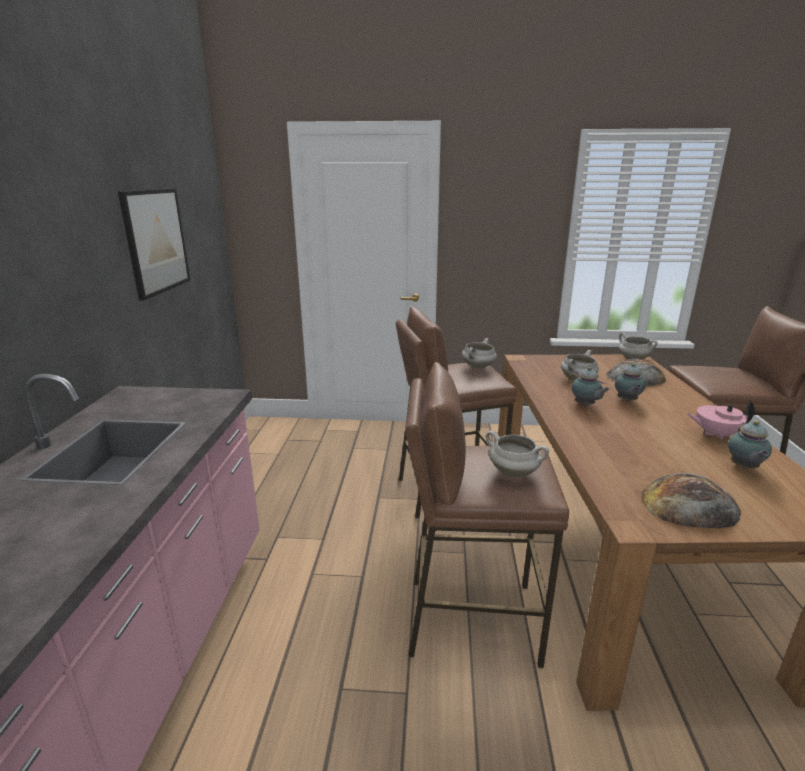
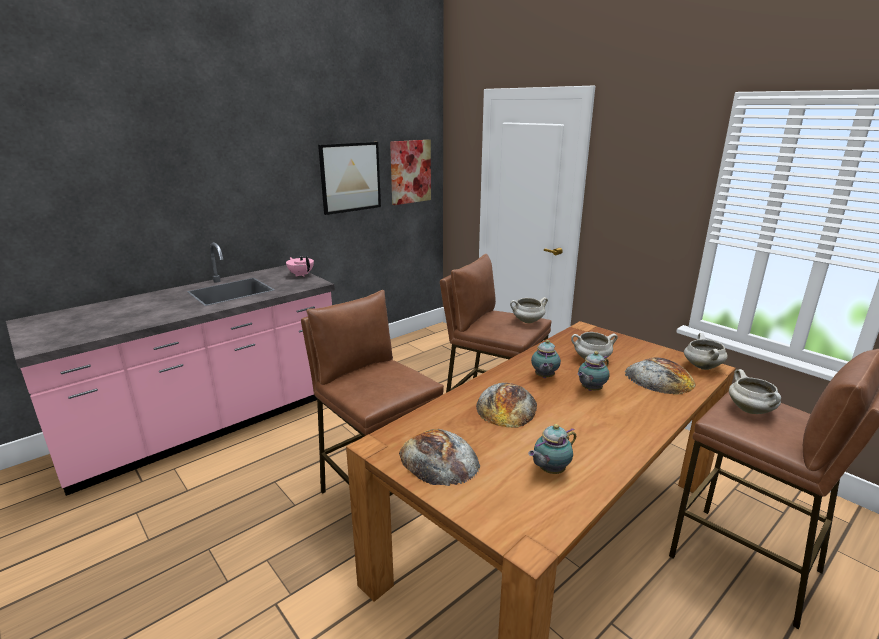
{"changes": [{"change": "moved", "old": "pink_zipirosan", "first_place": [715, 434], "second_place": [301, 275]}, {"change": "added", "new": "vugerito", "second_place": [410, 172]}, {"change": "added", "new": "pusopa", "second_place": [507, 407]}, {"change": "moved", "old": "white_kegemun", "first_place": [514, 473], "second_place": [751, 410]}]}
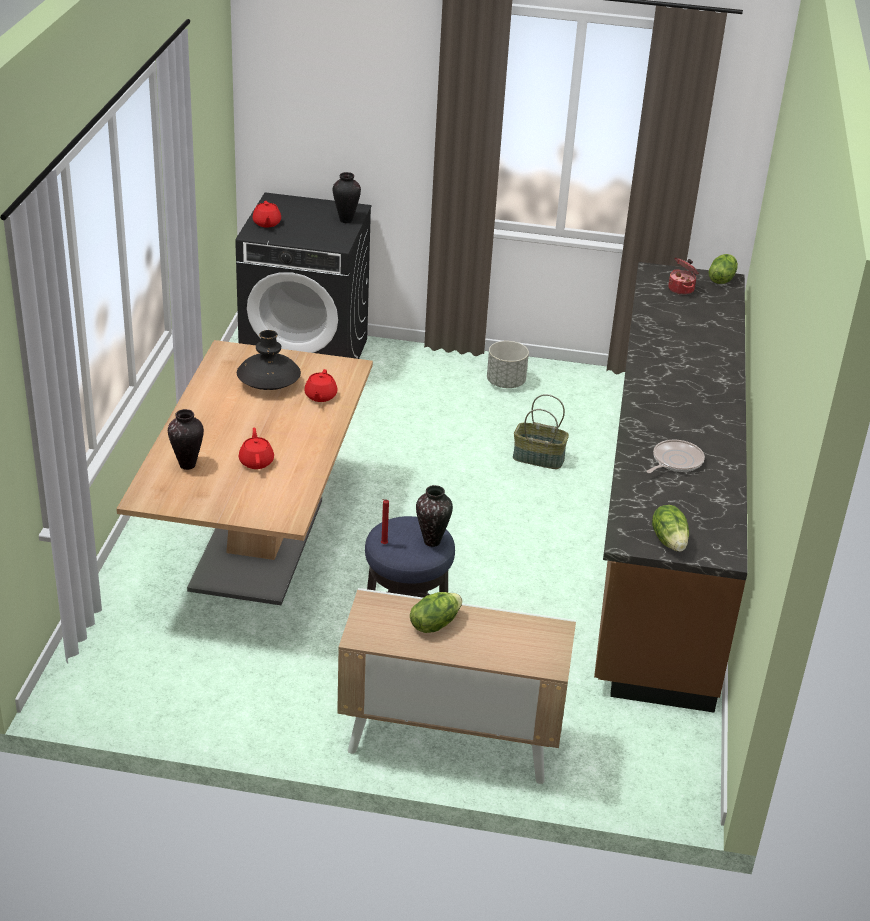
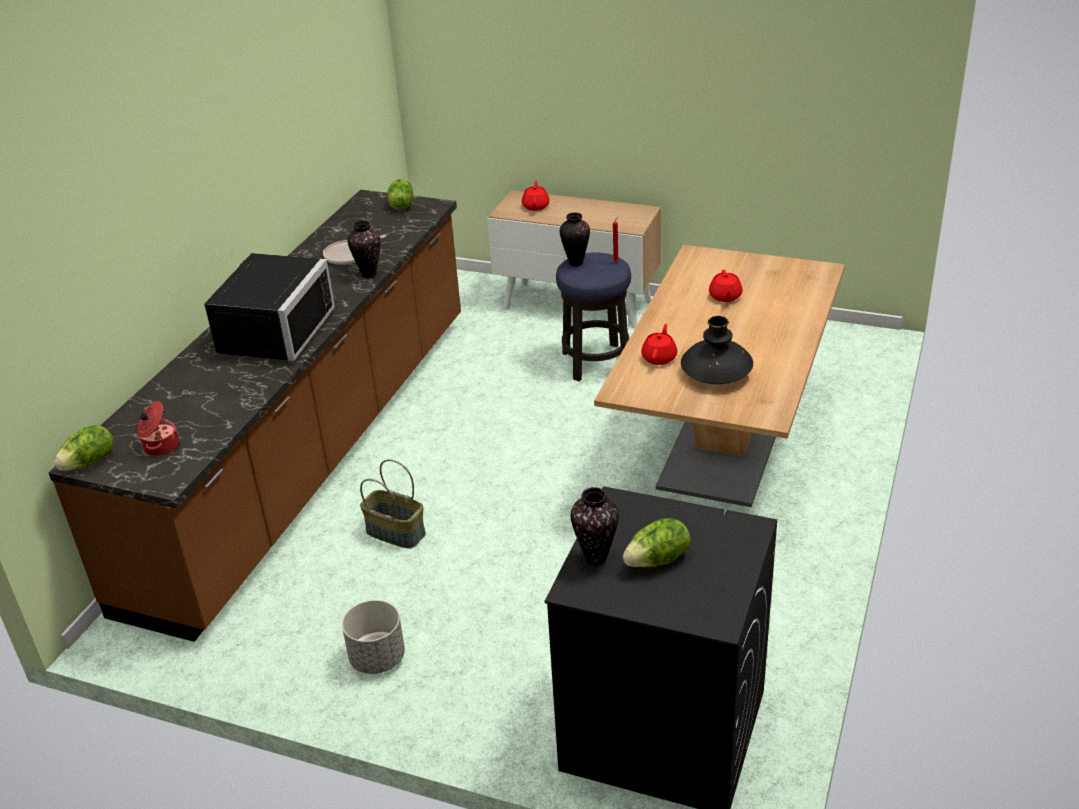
{"changes": [{"change": "added", "new": "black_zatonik", "second_place": [269, 332]}, {"change": "moved", "old": "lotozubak", "first_place": [187, 465], "second_place": [369, 274]}, {"change": "moved", "old": "red_zipirosan", "first_place": [266, 223], "second_place": [536, 206]}, {"change": "moved", "old": "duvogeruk", "first_place": [434, 624], "second_place": [658, 560]}]}
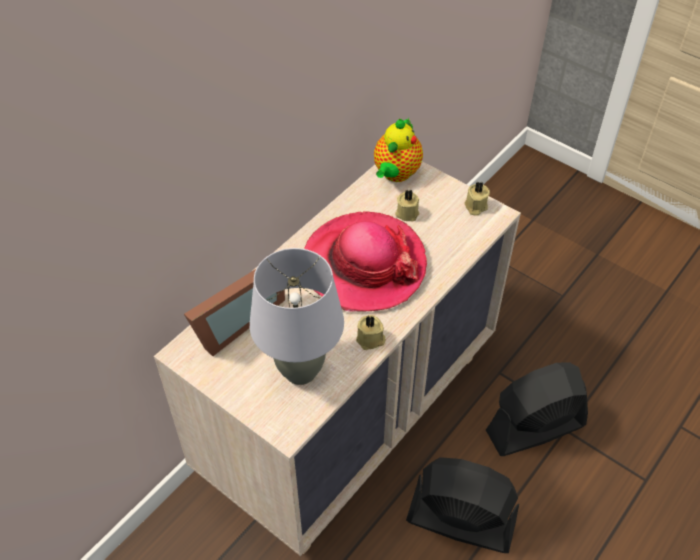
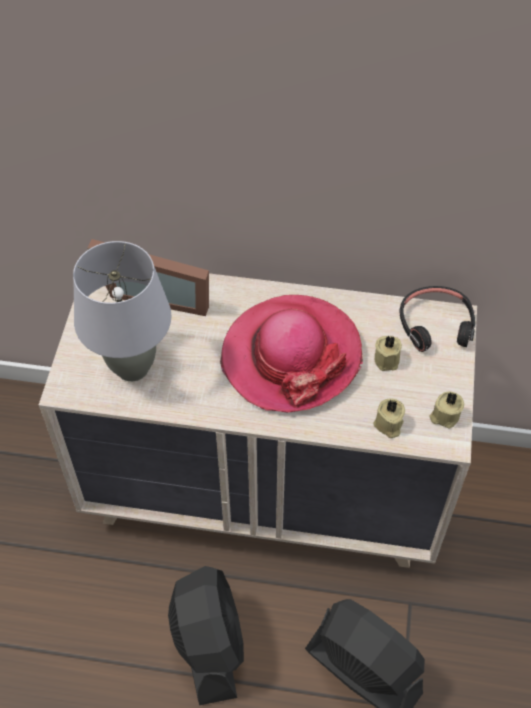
{"changes": [{"change": "moved", "old": "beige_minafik", "first_place": [371, 340], "second_place": [388, 425]}, {"change": "replaced", "old": "zipirosan", "new": "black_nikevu", "first_place": [395, 174], "second_place": [435, 324]}]}
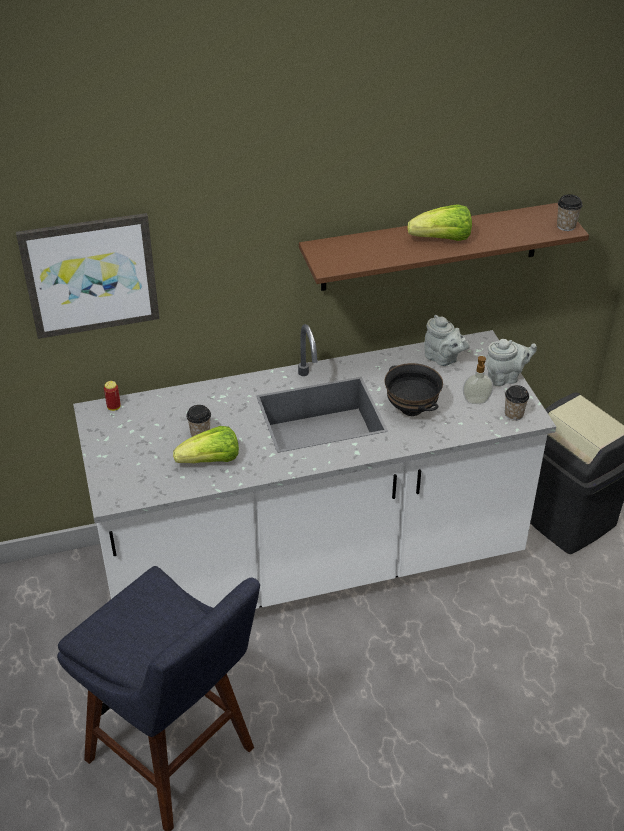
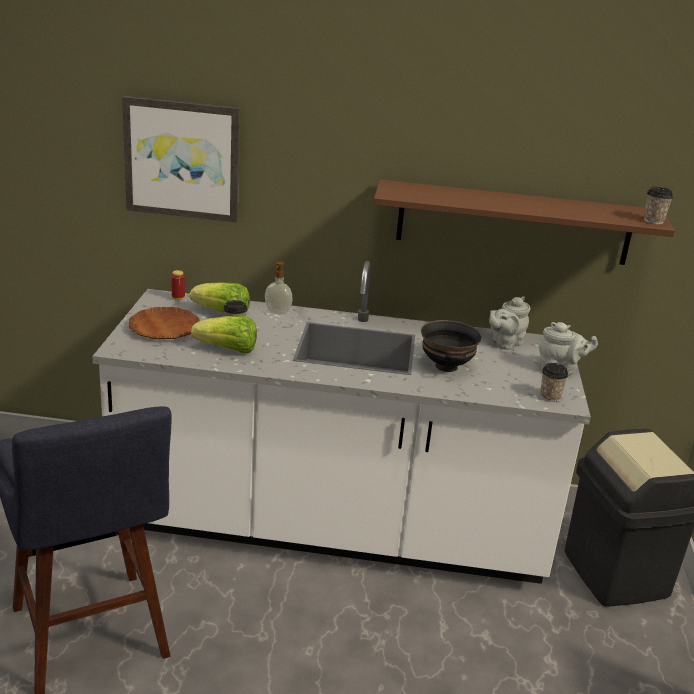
{"changes": [{"change": "added", "new": "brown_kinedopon", "second_place": [164, 328]}, {"change": "moved", "old": "duvogeruk", "first_place": [442, 240], "second_place": [222, 314]}, {"change": "moved", "old": "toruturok", "first_place": [476, 401], "second_place": [277, 312]}, {"change": "turned", "old": "grey_zipirosan", "first_place": [443, 359], "second_place": [505, 343], "degrees": 75}]}
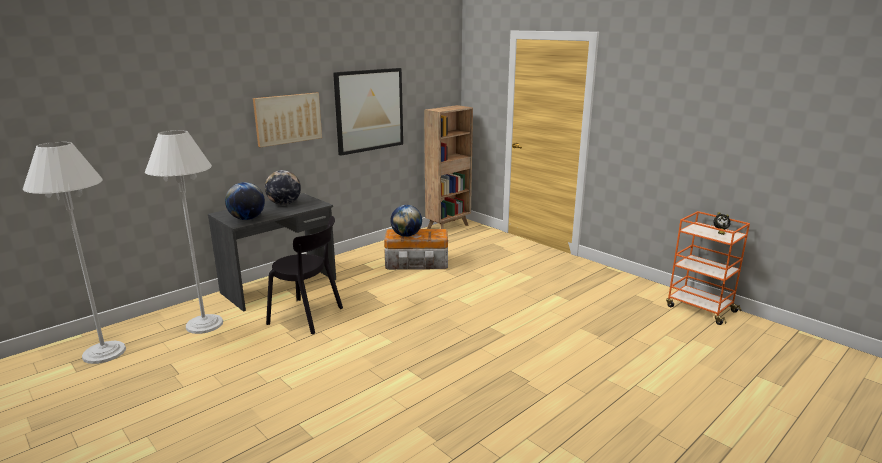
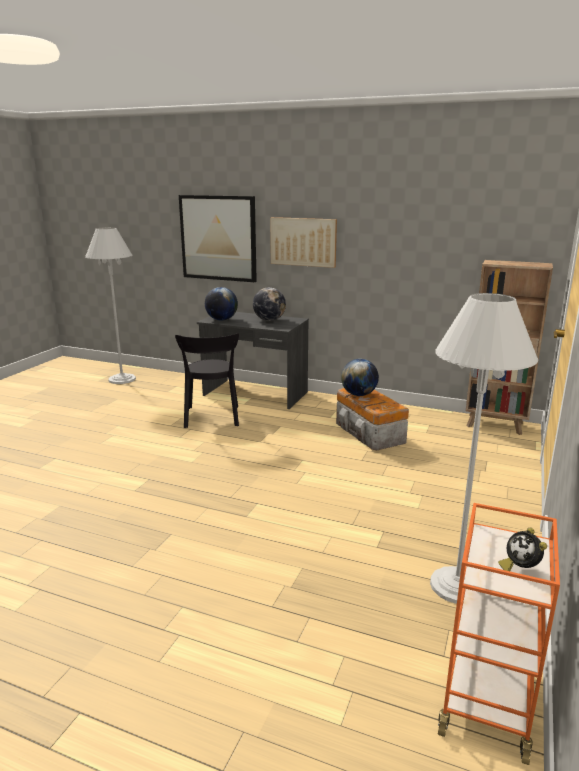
{"changes": [{"change": "moved", "old": "vugerito", "first_place": [369, 110], "second_place": [218, 238]}, {"change": "moved", "old": "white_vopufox", "first_place": [204, 324], "second_place": [456, 585]}]}
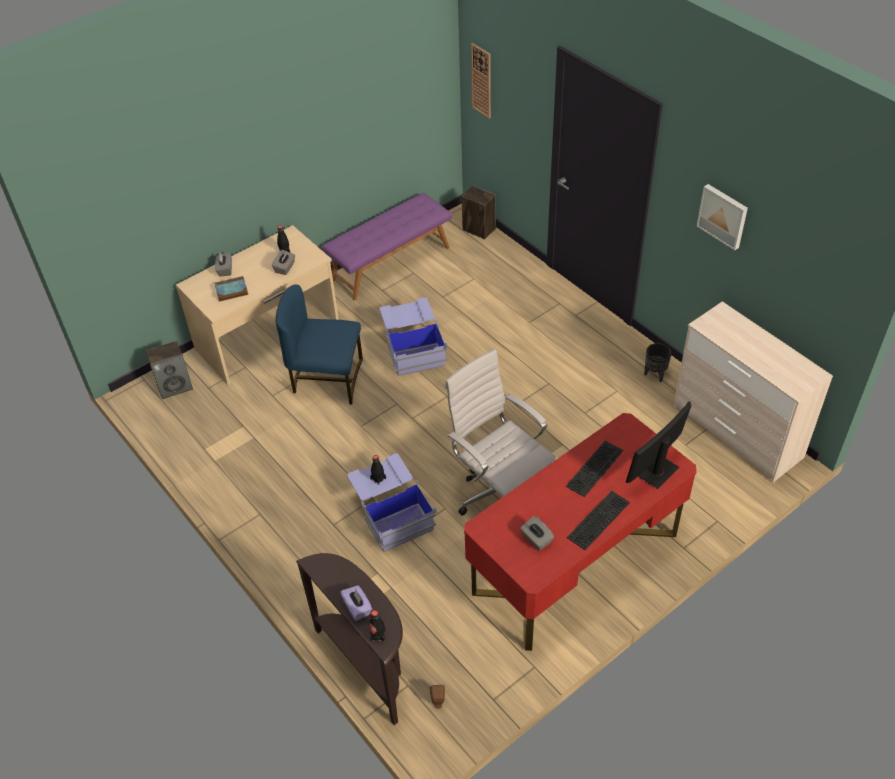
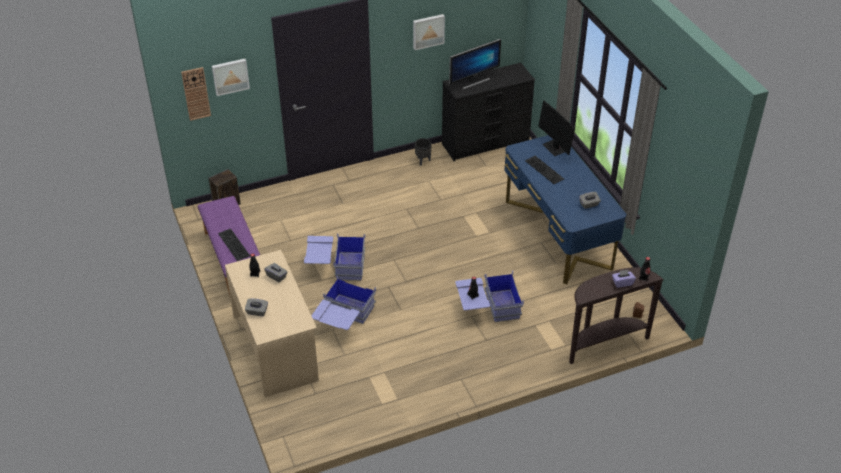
{"changes": [{"change": "added", "new": "vugerito", "second_place": [230, 76]}, {"change": "moved", "old": "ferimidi", "first_place": [597, 518], "second_place": [232, 244]}, {"change": "replaced", "old": "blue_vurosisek", "new": "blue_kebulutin", "first_place": [327, 379], "second_place": [343, 320]}, {"change": "recoloured", "old": "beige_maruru", "new": "black_maruru", "first_place": [736, 432], "second_place": [485, 143]}, {"change": "added", "new": "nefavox", "second_place": [473, 81]}, {"change": "recoloured", "old": "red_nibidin", "new": "blue_nibidin", "first_place": [575, 562], "second_place": [557, 234]}, {"change": "removed", "old": "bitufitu", "first_place": [175, 386]}, {"change": "removed", "old": "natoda", "first_place": [231, 291]}, {"change": "removed", "old": "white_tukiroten", "first_place": [500, 495]}]}
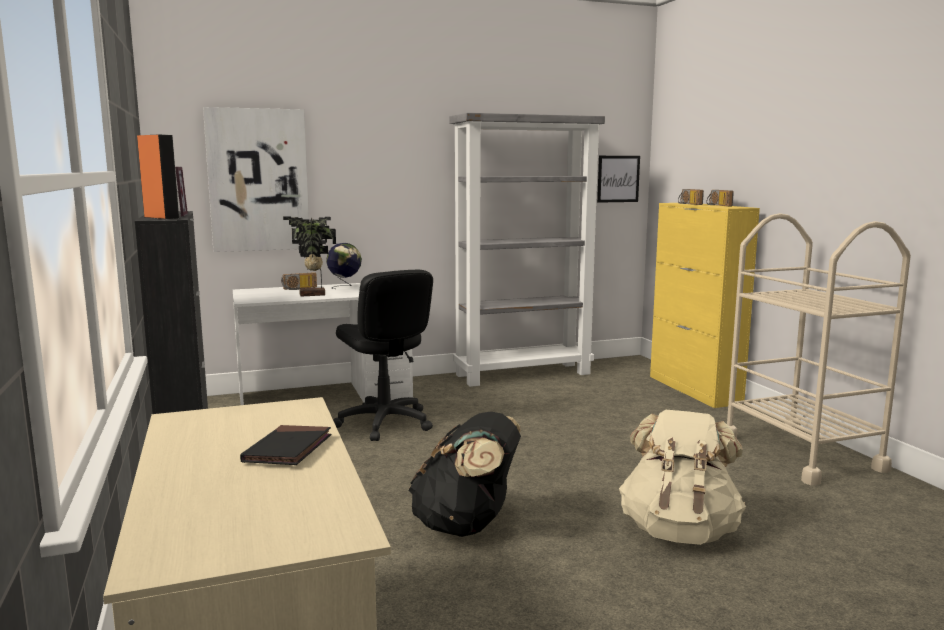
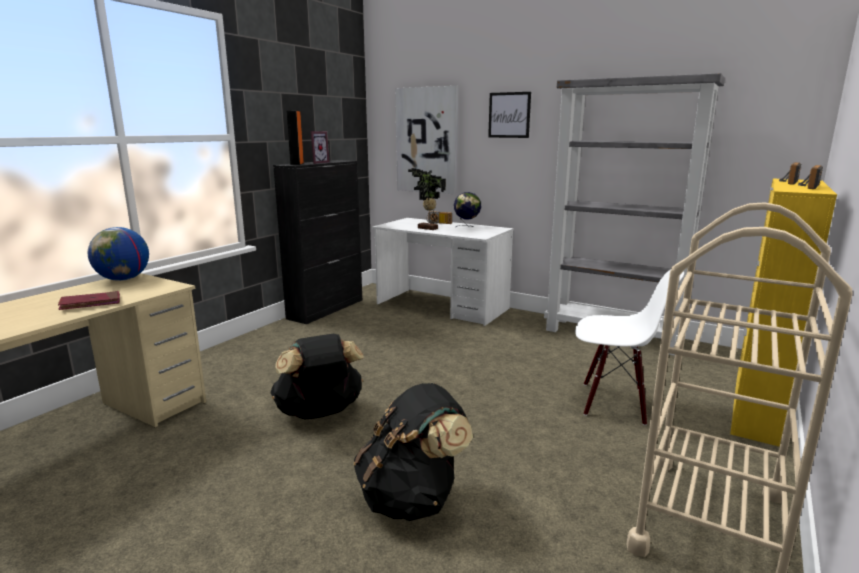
{"changes": [{"change": "recoloured", "old": "black_natoda", "new": "red_natoda", "first_place": [288, 450], "second_place": [90, 303]}, {"change": "added", "new": "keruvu", "second_place": [123, 279]}, {"change": "recoloured", "old": "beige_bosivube", "new": "black_bosivube", "first_place": [679, 531], "second_place": [412, 499]}, {"change": "moved", "old": "vugerito", "first_place": [618, 179], "second_place": [509, 115]}, {"change": "added", "new": "white_vurosisek", "second_place": [614, 402]}, {"change": "removed", "old": "black_tukiroten", "first_place": [384, 423]}]}
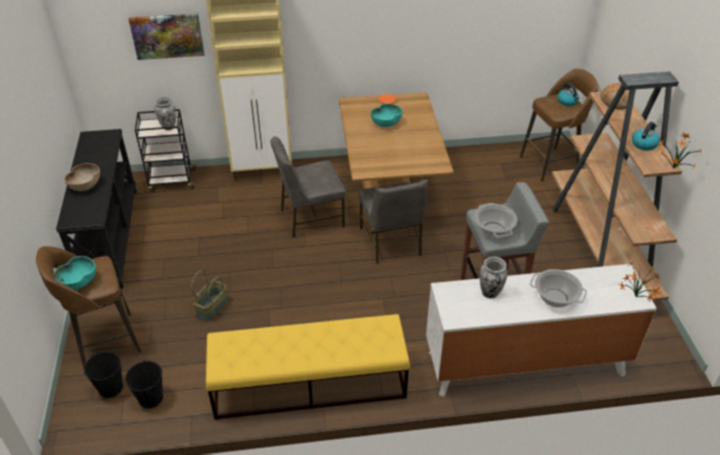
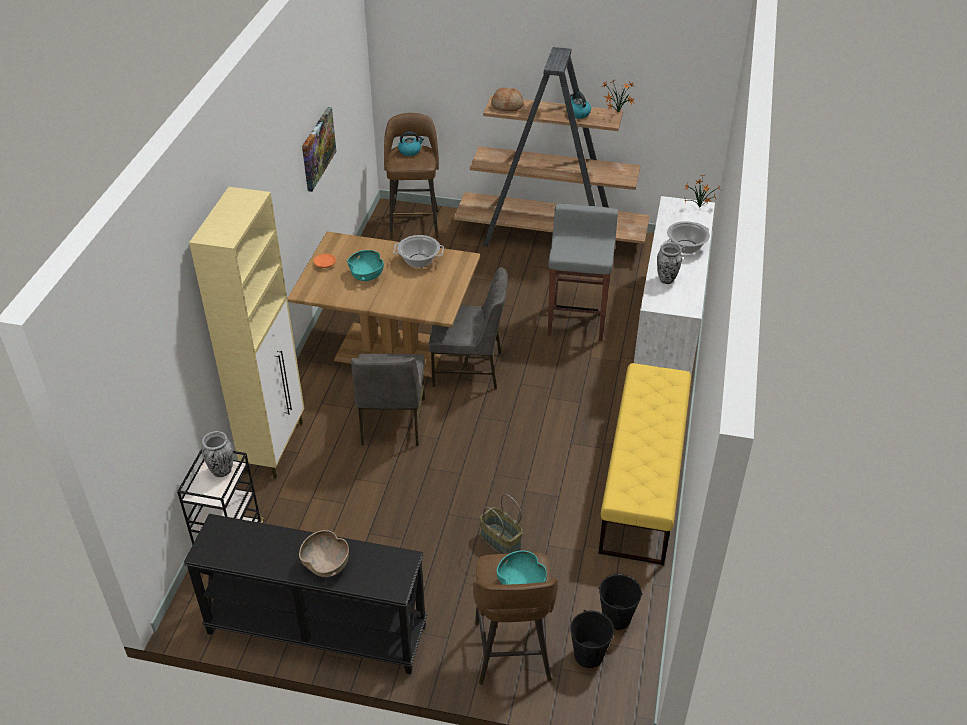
{"changes": [{"change": "moved", "old": "vugerito", "first_place": [167, 36], "second_place": [317, 148]}, {"change": "moved", "old": "kegemun", "first_place": [493, 230], "second_place": [419, 261]}]}
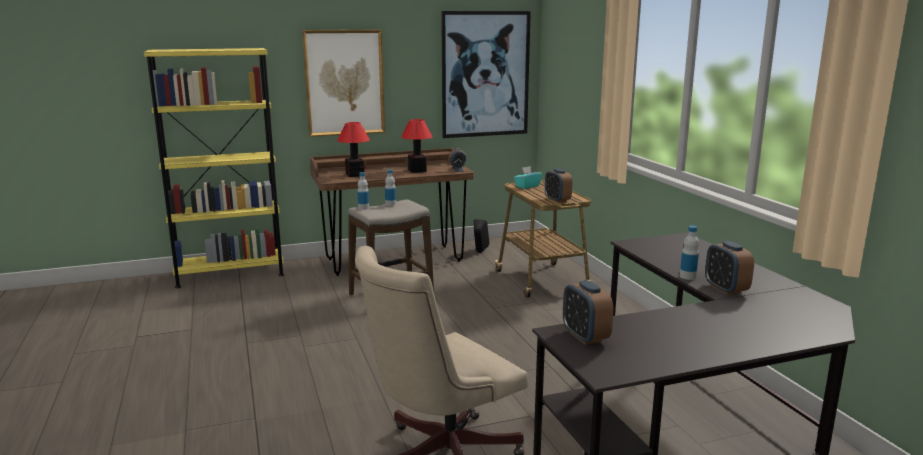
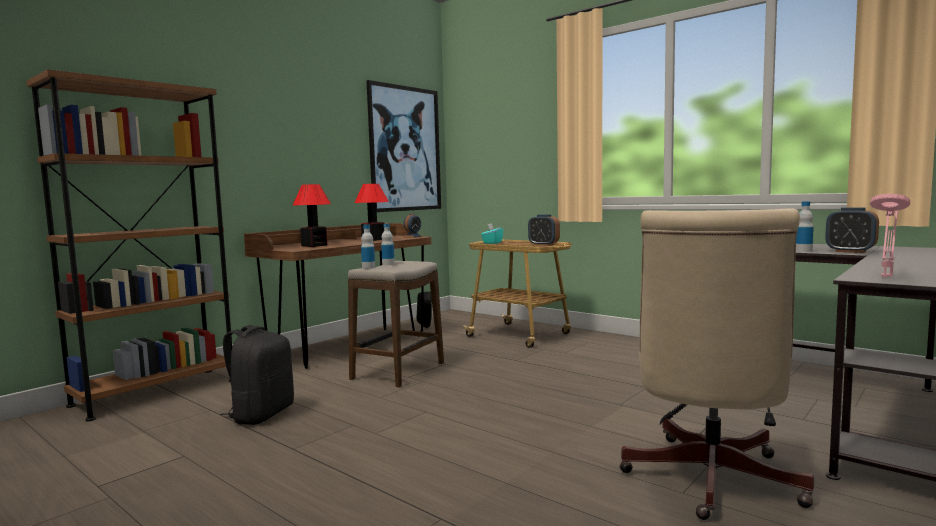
{"changes": [{"change": "recoloured", "old": "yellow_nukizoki", "new": "brown_nukizoki", "first_place": [230, 274], "second_place": [156, 392]}, {"change": "added", "new": "black_bosivube", "second_place": [261, 414]}, {"change": "replaced", "old": "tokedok", "new": "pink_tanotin", "first_place": [585, 336], "second_place": [886, 276]}, {"change": "removed", "old": "vugerito", "first_place": [344, 83]}]}
